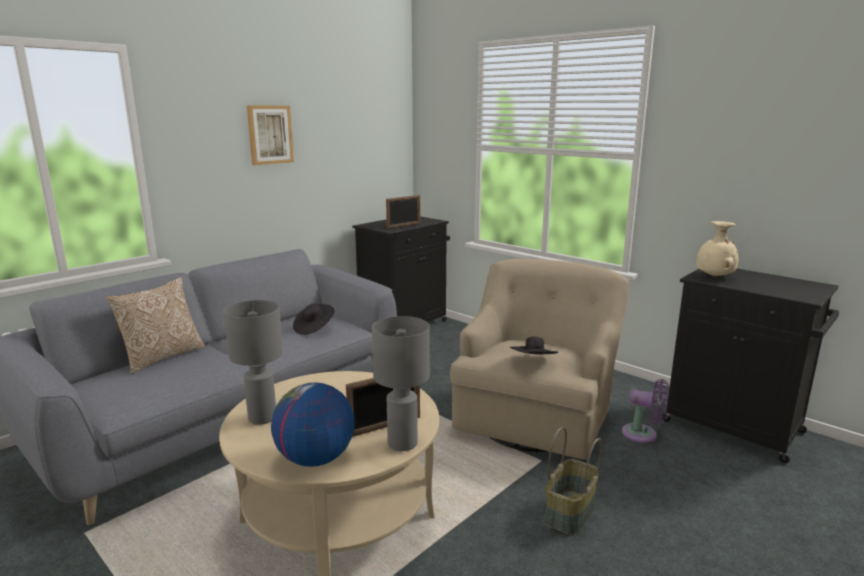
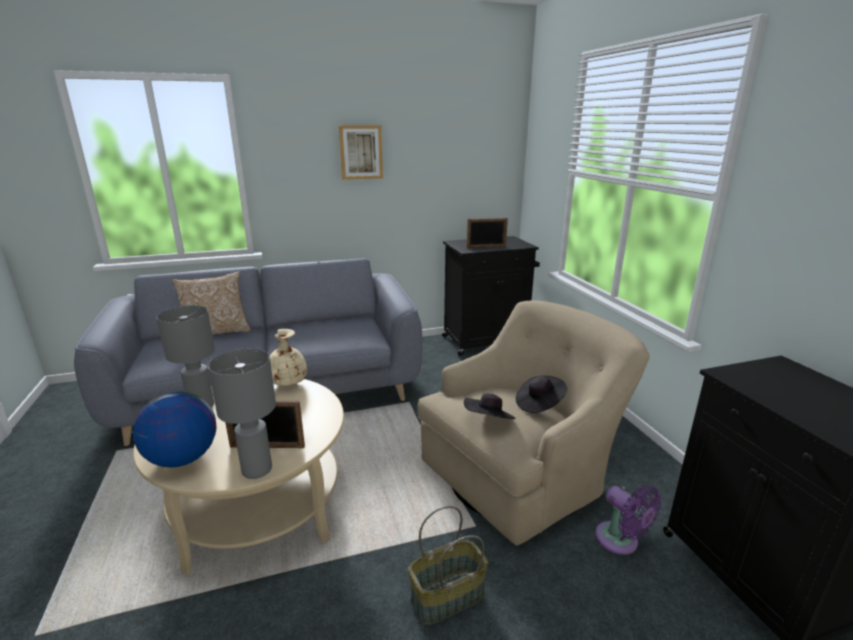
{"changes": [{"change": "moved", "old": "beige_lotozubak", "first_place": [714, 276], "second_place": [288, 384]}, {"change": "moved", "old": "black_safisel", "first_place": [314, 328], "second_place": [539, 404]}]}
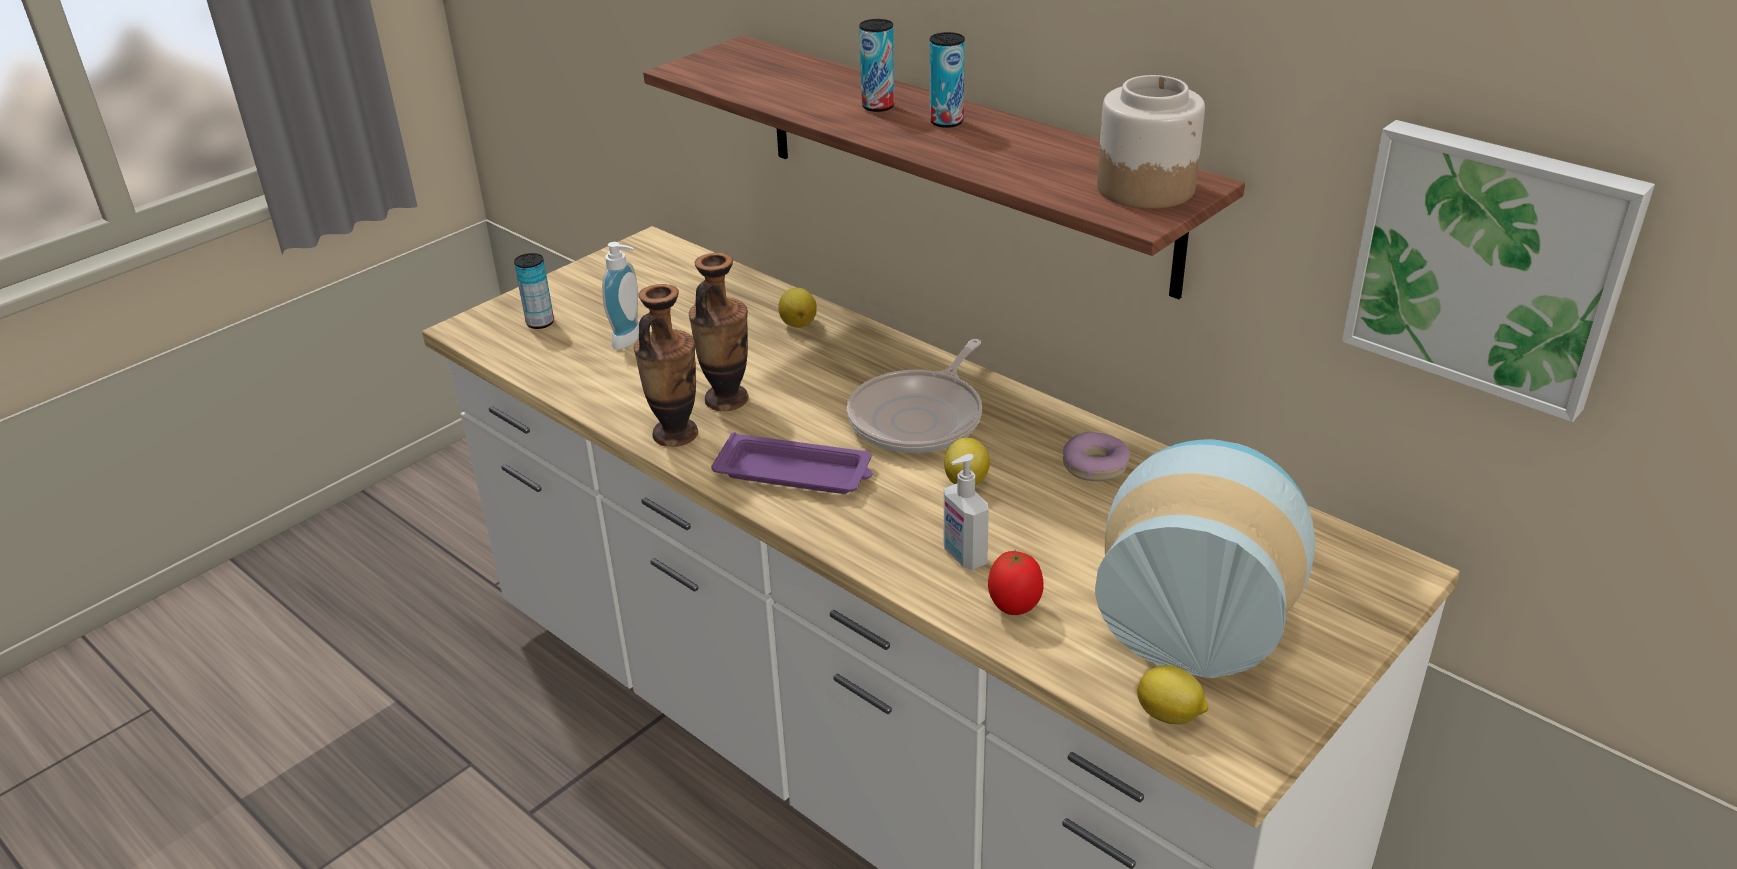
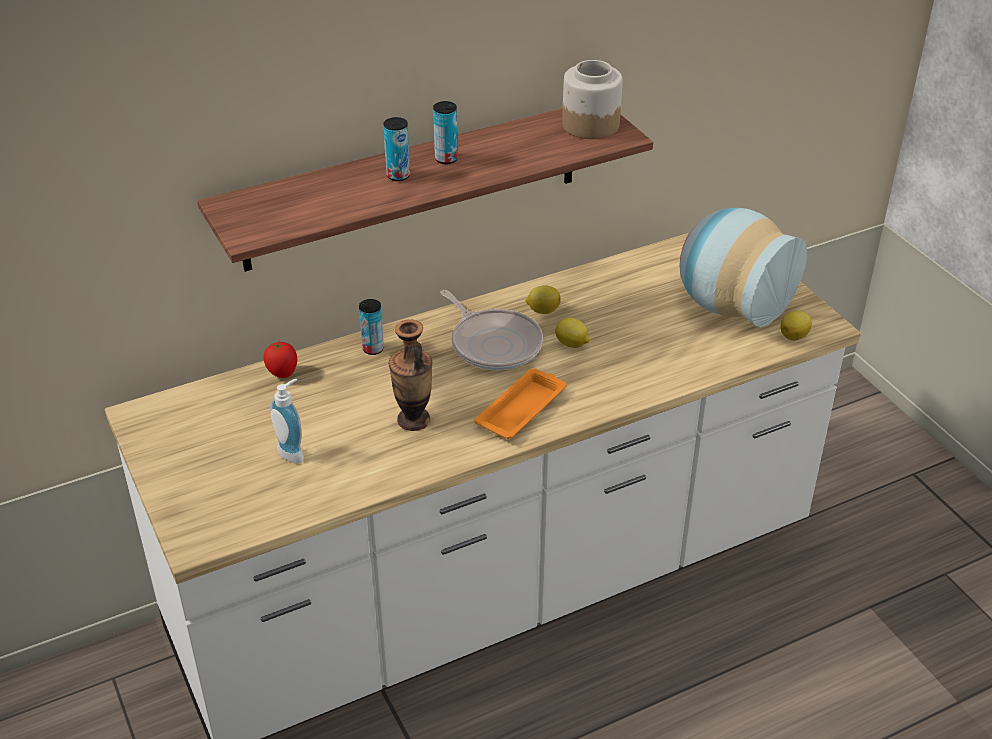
{"changes": [{"change": "moved", "old": "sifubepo", "first_place": [1014, 607], "second_place": [283, 374]}, {"change": "moved", "old": "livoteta", "first_place": [540, 323], "second_place": [373, 349]}, {"change": "recoloured", "old": "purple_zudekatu", "new": "orange_zudekatu", "first_place": [796, 473], "second_place": [522, 408]}, {"change": "moved", "old": "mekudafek", "first_place": [798, 323], "second_place": [542, 310]}, {"change": "removed", "old": "lotozubak", "first_place": [675, 434]}, {"change": "removed", "old": "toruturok", "first_place": [963, 557]}, {"change": "removed", "old": "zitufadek", "first_place": [1095, 466]}, {"change": "removed", "old": "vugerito", "first_place": [1489, 264]}]}
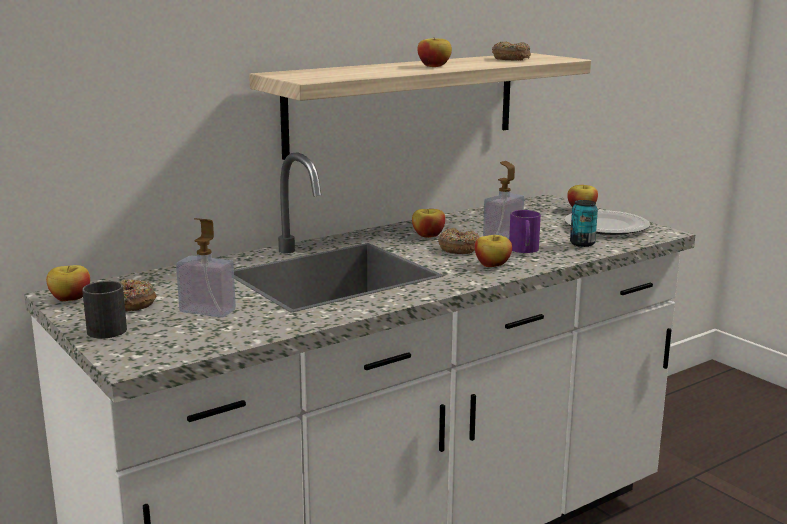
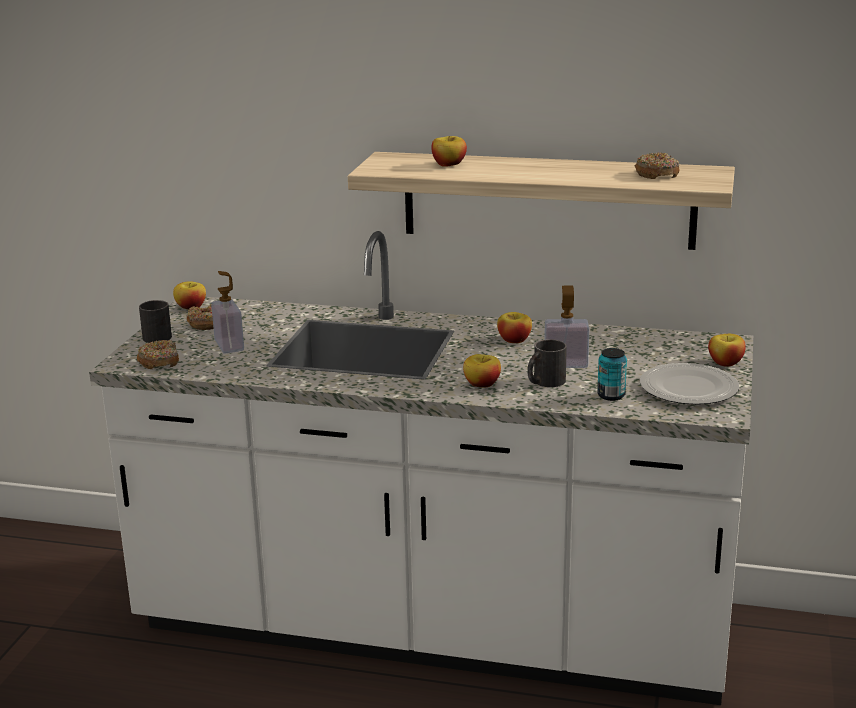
{"changes": [{"change": "moved", "old": "zitufadek", "first_place": [458, 248], "second_place": [159, 362]}, {"change": "moved", "old": "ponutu", "first_place": [434, 66], "second_place": [448, 164]}, {"change": "recoloured", "old": "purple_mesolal", "new": "black_mesolal", "first_place": [524, 250], "second_place": [544, 382]}]}
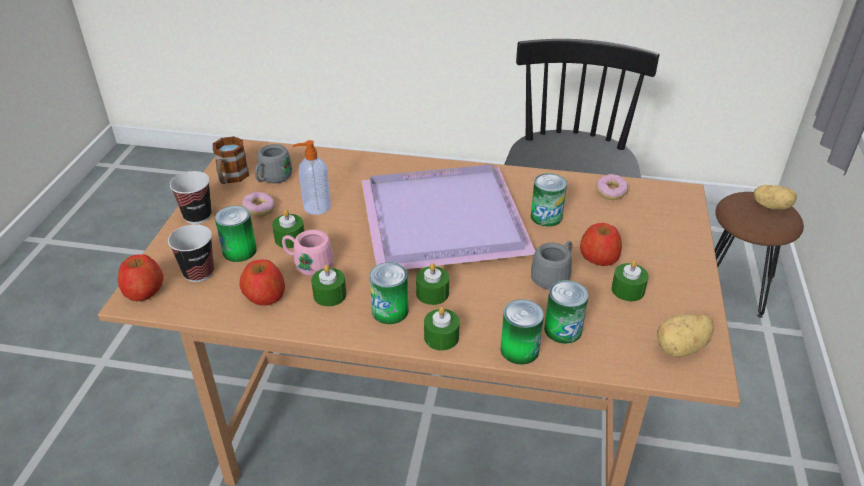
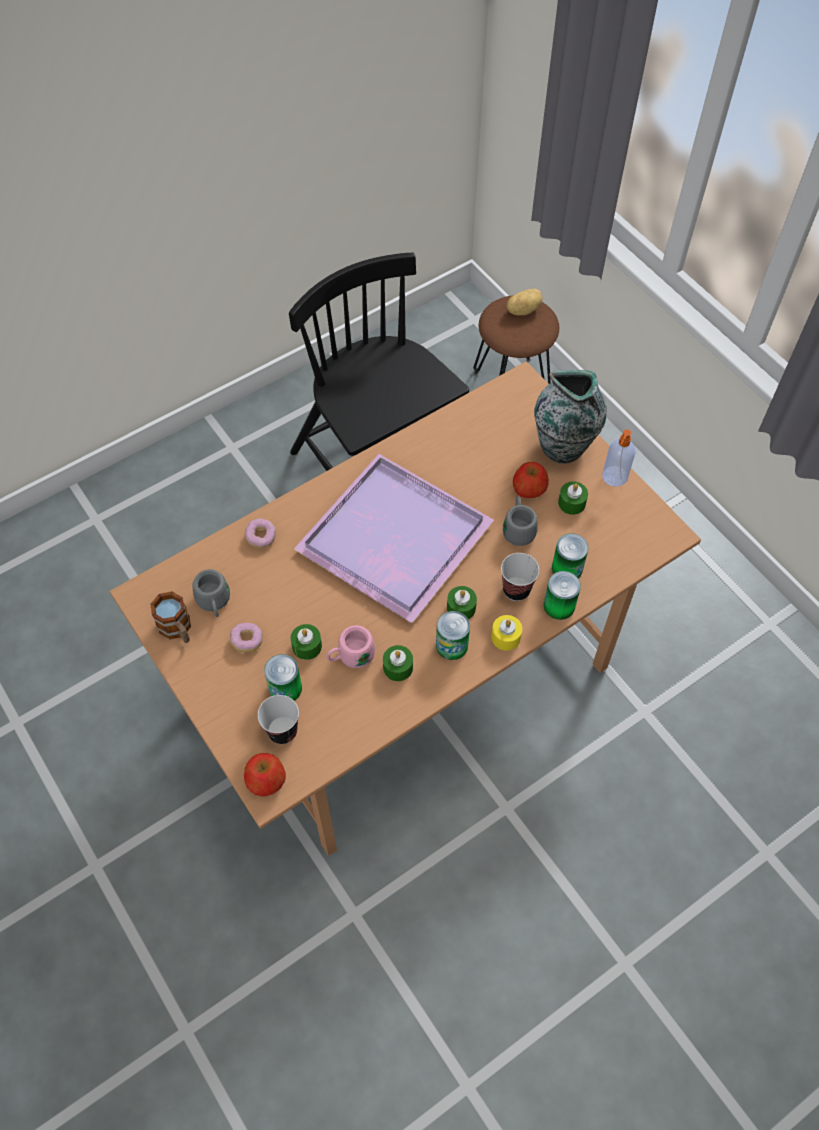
{"changes": [{"change": "moved", "old": "zitufadek", "first_place": [610, 193], "second_place": [261, 537]}, {"change": "recoloured", "old": "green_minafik", "new": "yellow_minafik", "first_place": [441, 337], "second_place": [505, 637]}, {"change": "moved", "old": "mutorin", "first_place": [198, 216], "second_place": [516, 590]}, {"change": "added", "new": "lotozubak", "second_place": [563, 447]}, {"change": "moved", "old": "toruturok", "first_place": [316, 207], "second_place": [614, 477]}, {"change": "removed", "old": "ponutu", "first_place": [265, 296]}, {"change": "removed", "old": "livoteta", "first_place": [546, 217]}, {"change": "removed", "old": "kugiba", "first_place": [682, 348]}]}
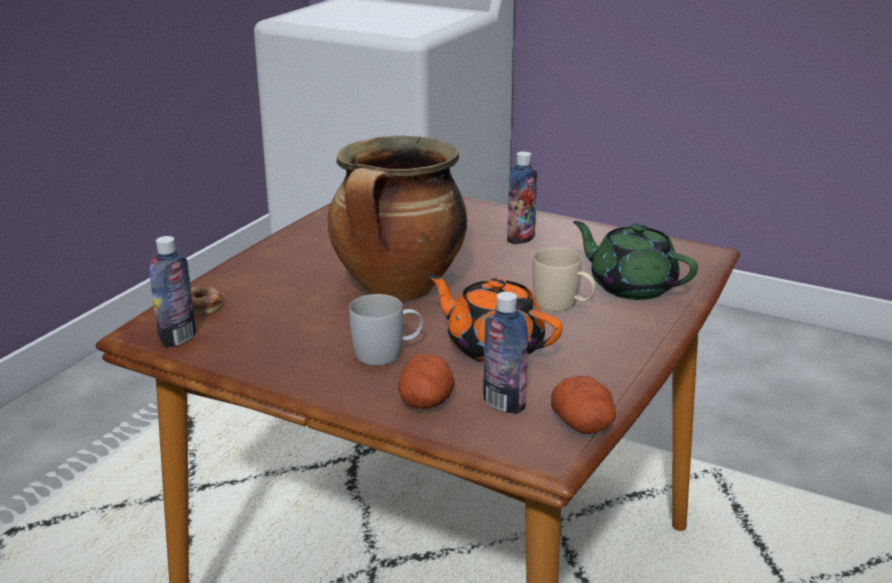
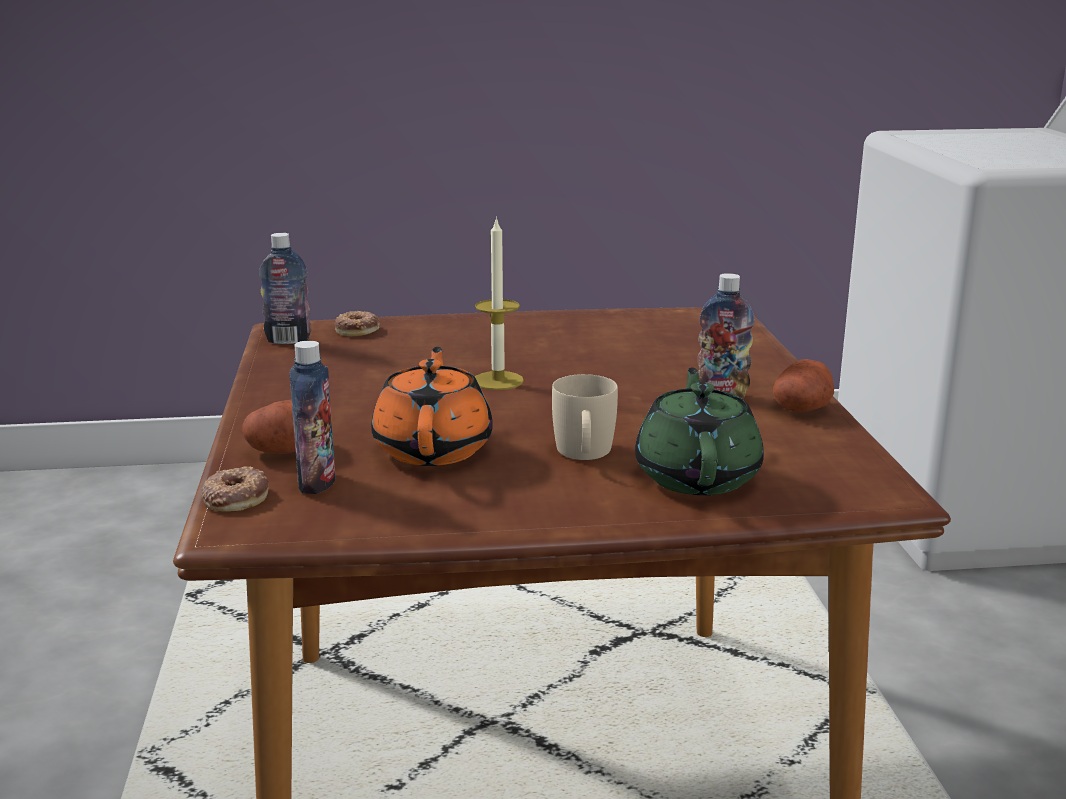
{"changes": [{"change": "added", "new": "zitufadek", "second_place": [235, 497]}, {"change": "replaced", "old": "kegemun", "new": "minafik", "first_place": [399, 290], "second_place": [498, 381]}, {"change": "moved", "old": "kugiba", "first_place": [584, 425], "second_place": [802, 409]}, {"change": "removed", "old": "white_mesolal", "first_place": [387, 353]}]}
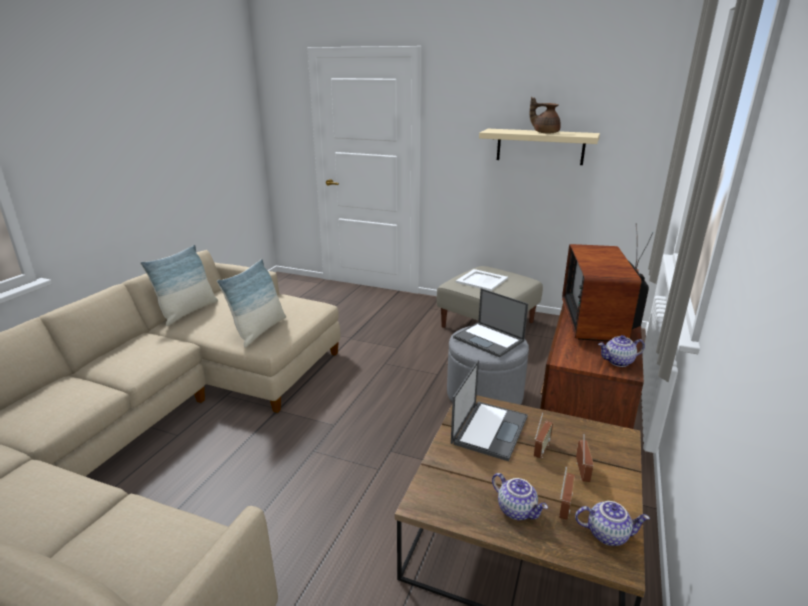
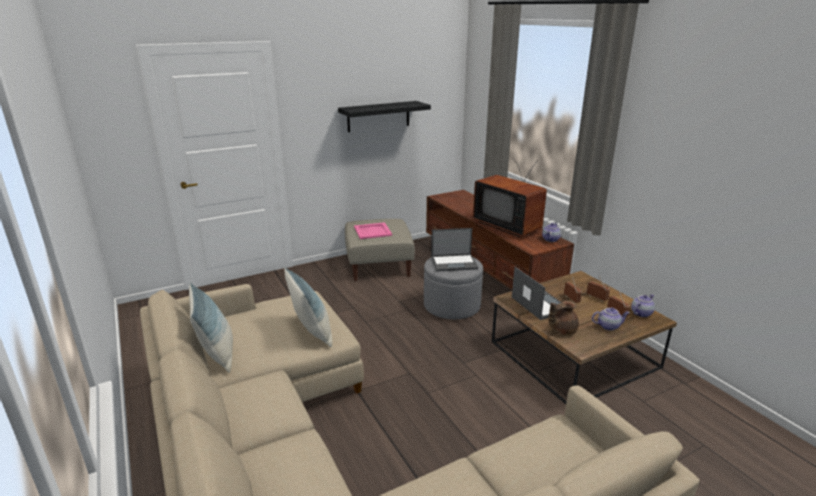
{"changes": [{"change": "recoloured", "old": "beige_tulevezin", "new": "black_tulevezin", "first_place": [540, 146], "second_place": [378, 116]}, {"change": "recoloured", "old": "white_zudekatu", "new": "pink_zudekatu", "first_place": [482, 280], "second_place": [373, 231]}, {"change": "moved", "old": "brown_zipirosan", "first_place": [545, 133], "second_place": [561, 330]}]}
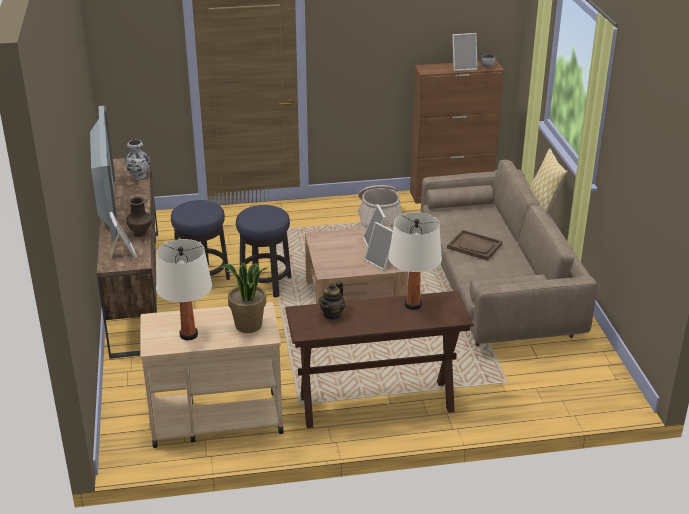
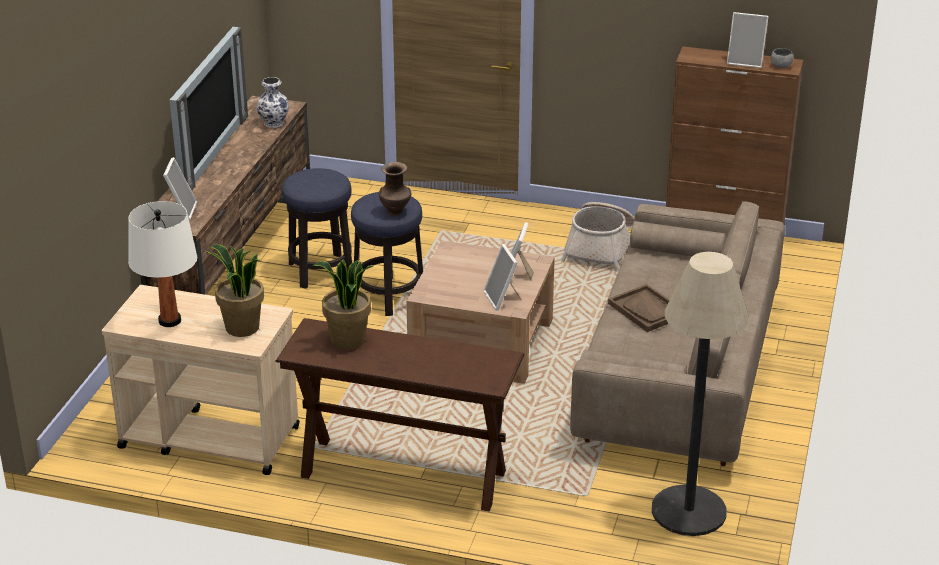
{"changes": [{"change": "replaced", "old": "zipirosan", "new": "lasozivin", "first_place": [332, 314], "second_place": [347, 340]}, {"change": "moved", "old": "brown_lotozubak", "first_place": [141, 233], "second_place": [395, 211]}, {"change": "added", "new": "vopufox", "second_place": [688, 511]}, {"change": "removed", "old": "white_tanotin", "first_place": [413, 305]}, {"change": "removed", "old": "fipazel", "first_place": [543, 205]}]}
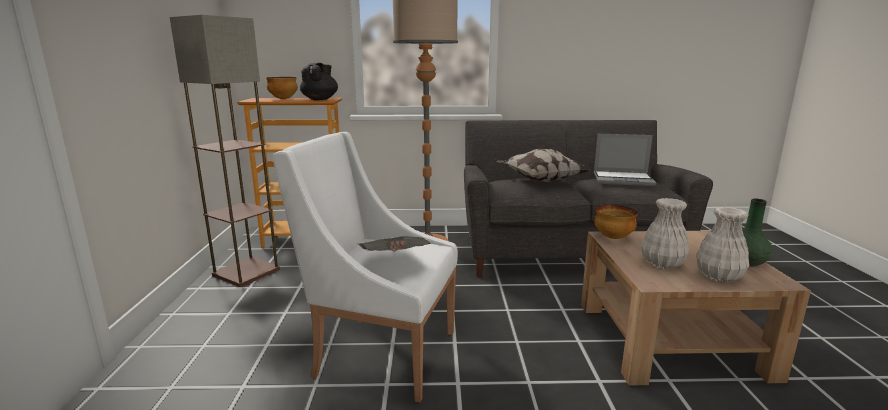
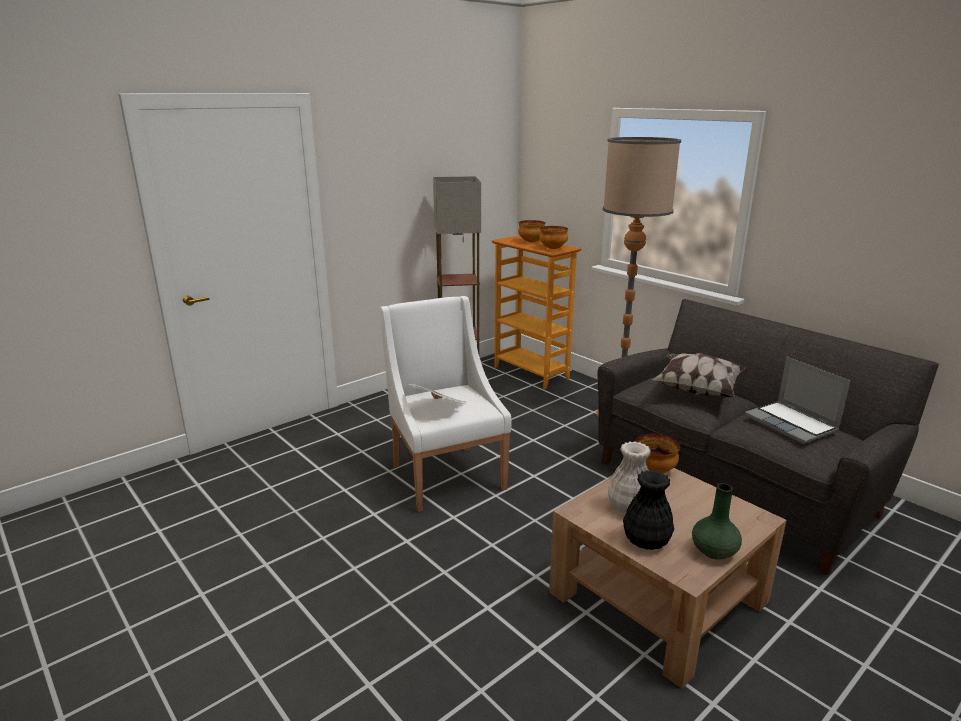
{"changes": [{"change": "replaced", "old": "black_zipirosan", "new": "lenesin", "first_place": [320, 99], "second_place": [553, 248]}, {"change": "recoloured", "old": "white_lotozubak", "new": "black_lotozubak", "first_place": [719, 276], "second_place": [647, 541]}]}
